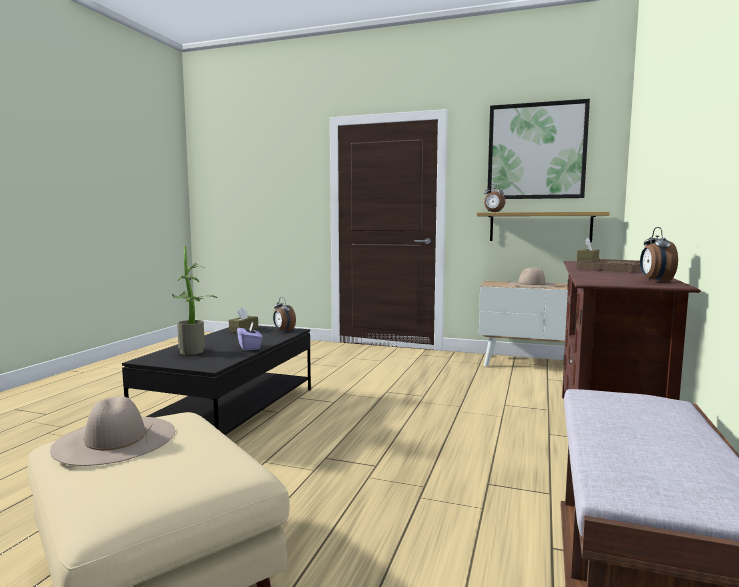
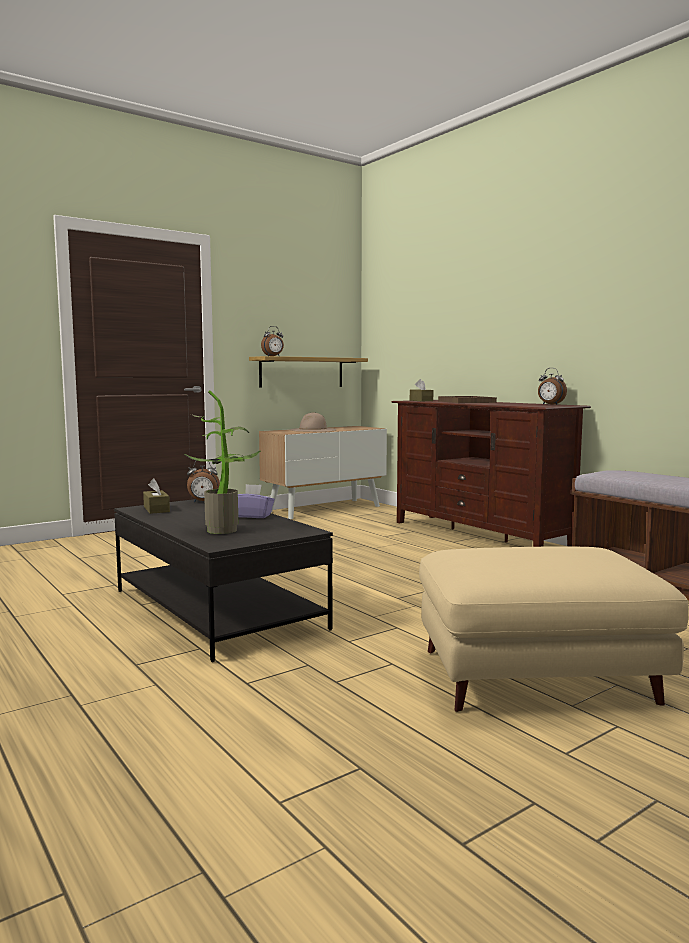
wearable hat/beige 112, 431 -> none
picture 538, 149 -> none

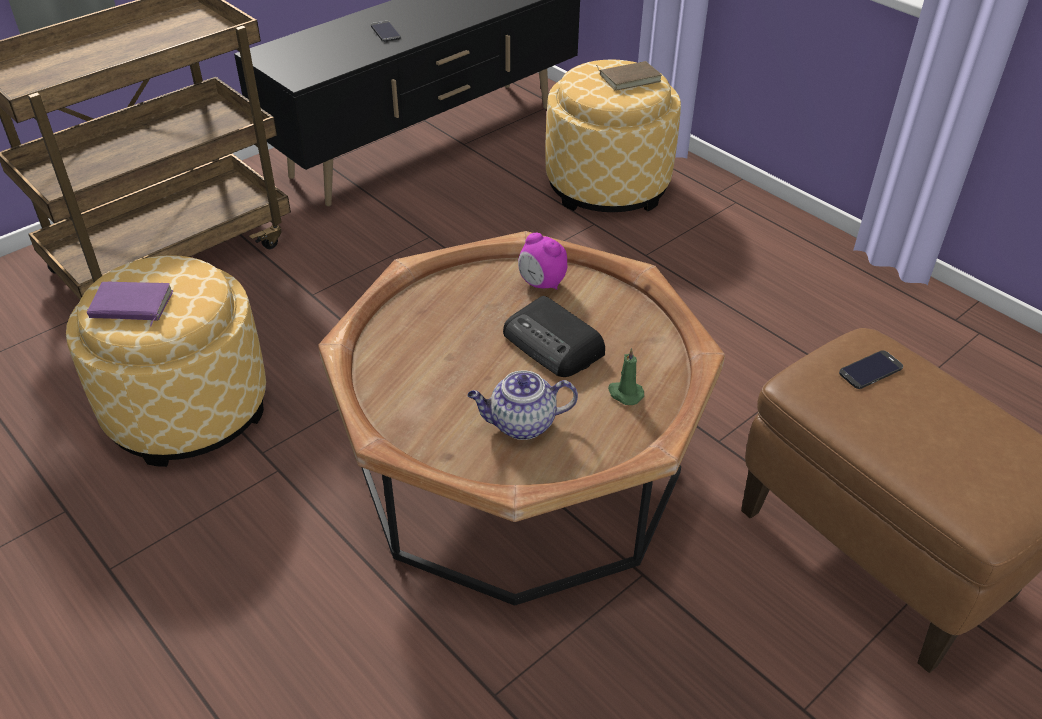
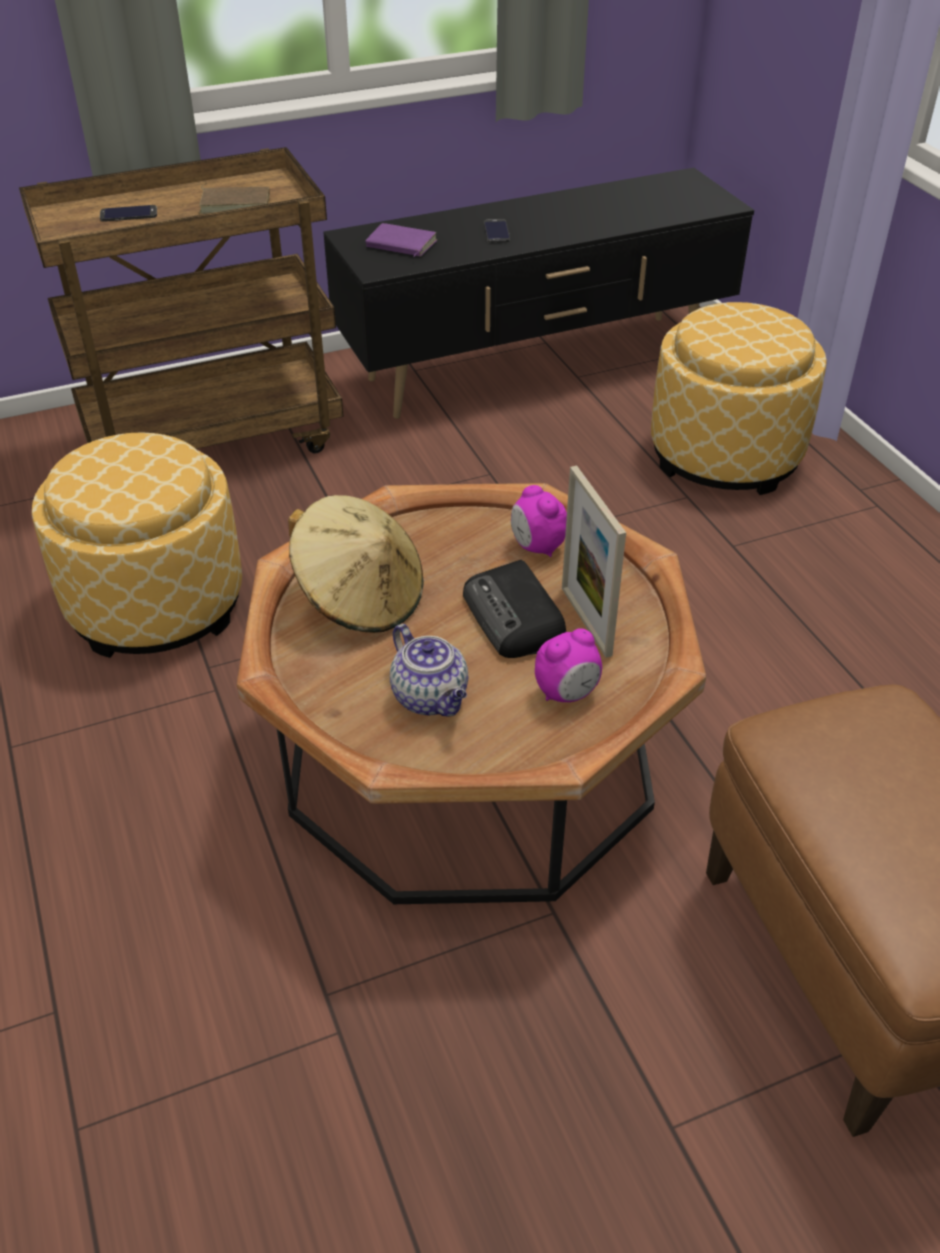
none -> wearable hat/beige 355, 564
none -> photo frame 594, 562
volume/purplish 130, 304 -> volume/purplish 401, 240, relocated
volume/brown-coloured 628, 76 -> volume/brown-coloured 234, 198, relocated
handset 871, 369 -> handset 128, 213, relocated
candle/green 626, 376 -> alarm clock 568, 665
pot for tea 522, 405 -> pot for tea 429, 670, 135 degrees counterclockwise

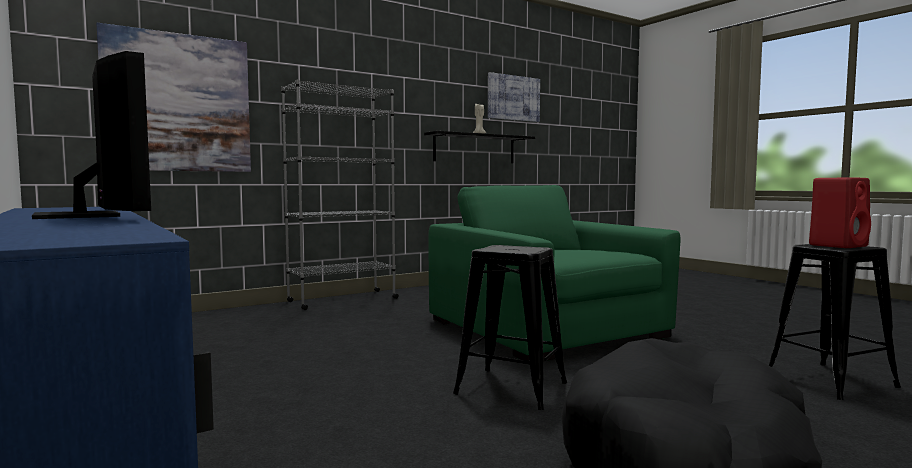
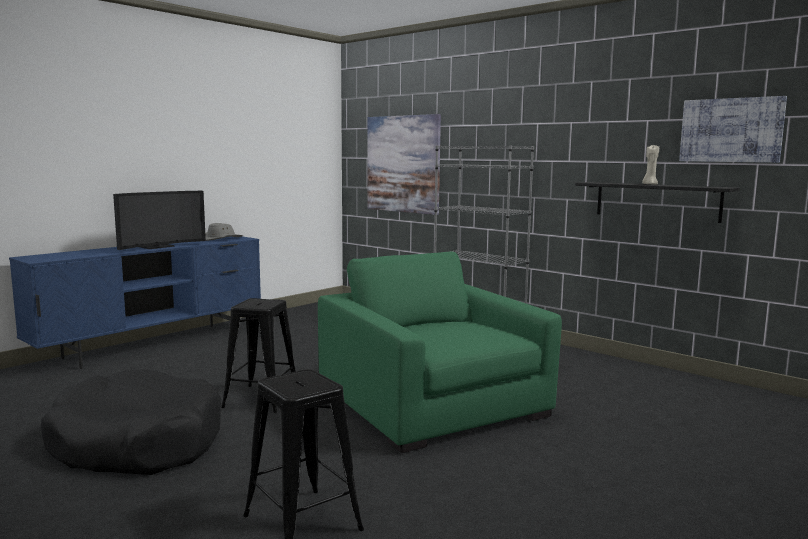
speaker/red 840, 213 -> none
none -> wearable hat/grey 224, 232
armchair/green 555, 273 -> armchair/green 440, 352, 75 degrees counterclockwise

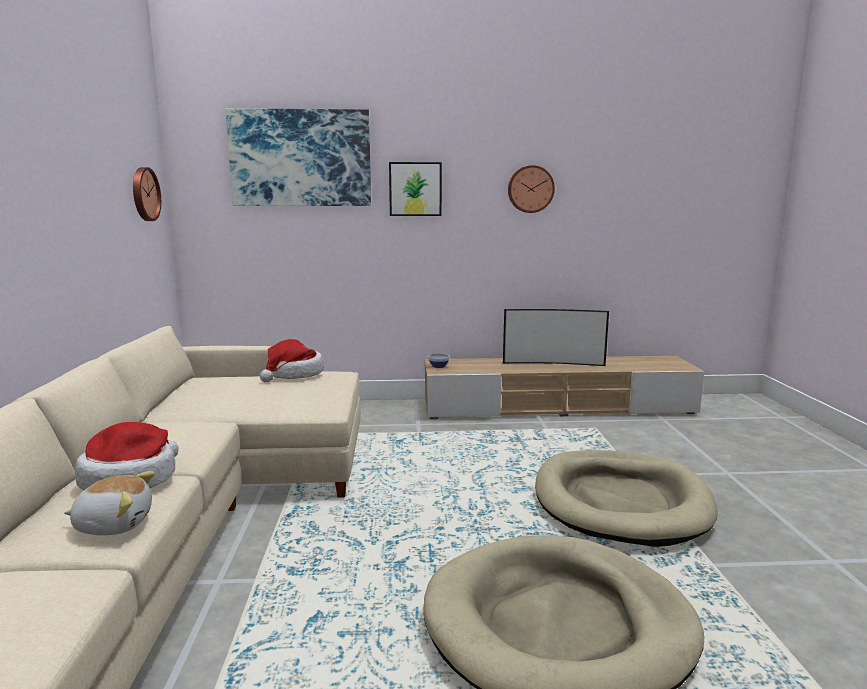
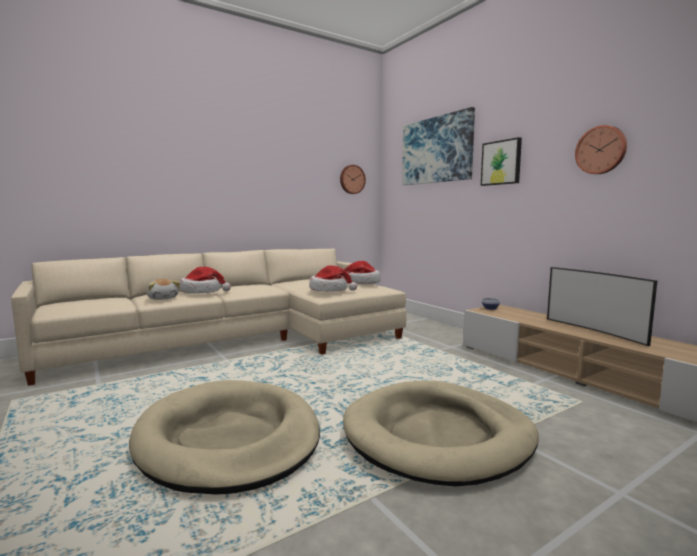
none -> wearable hat 333, 279

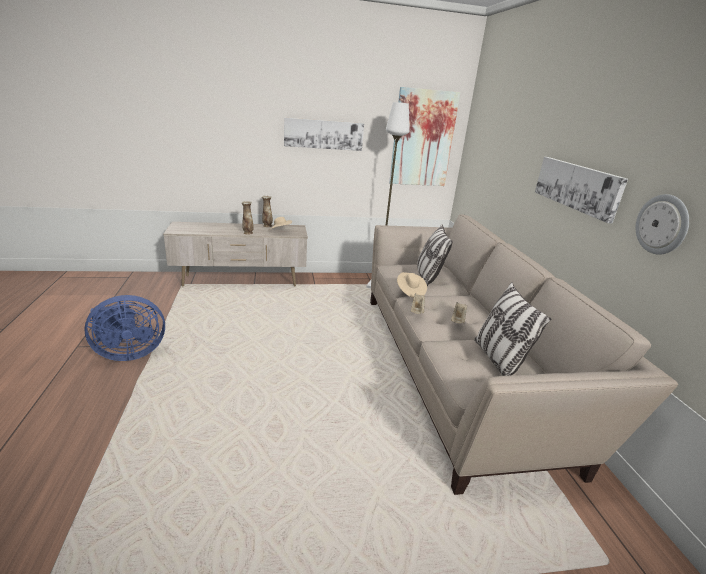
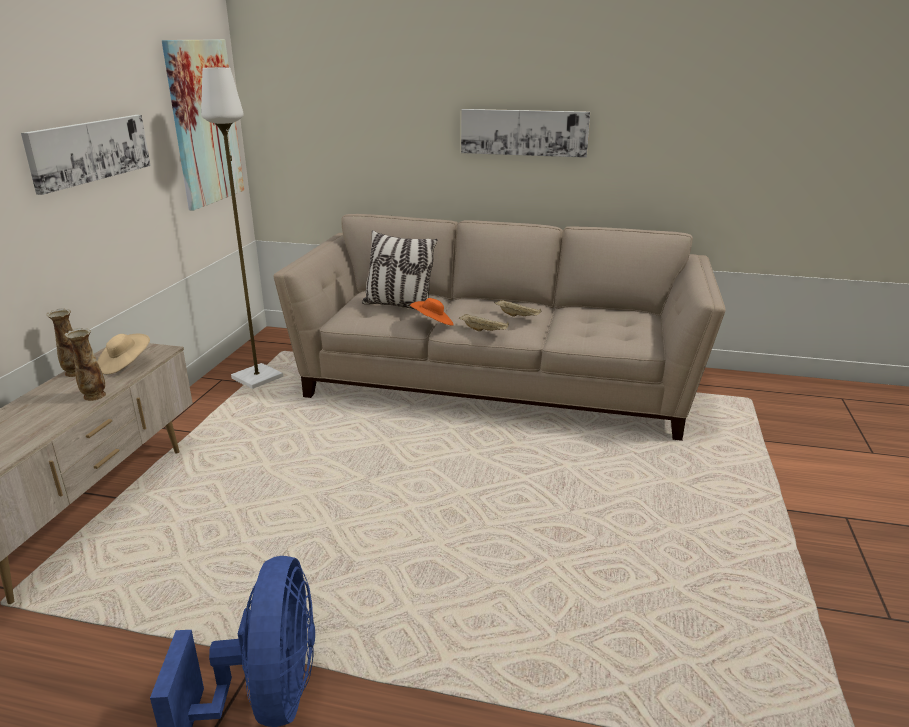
cushion 512, 329 -> none
hanging clock 662, 224 -> none
wearable hat/beige 412, 285 -> wearable hat/orange-coloured 432, 312

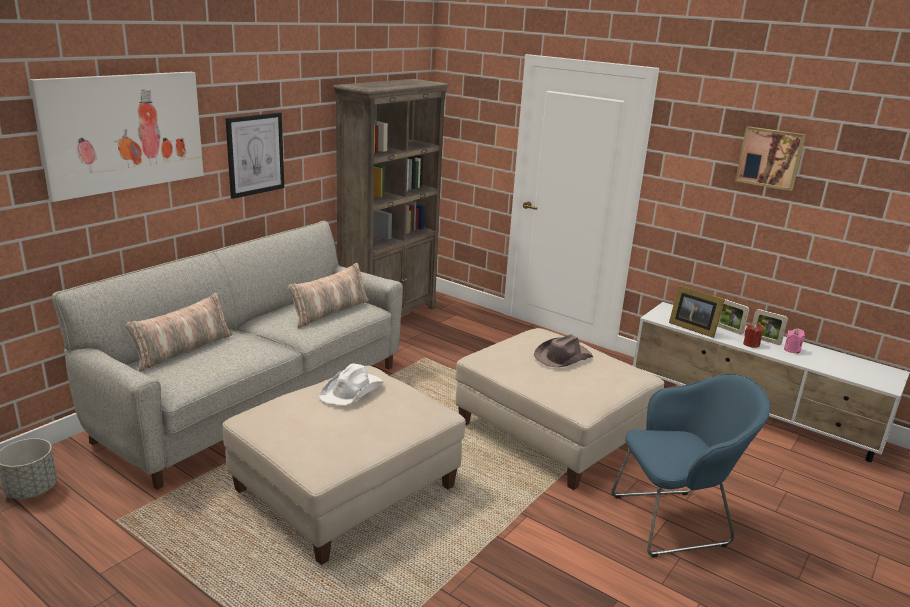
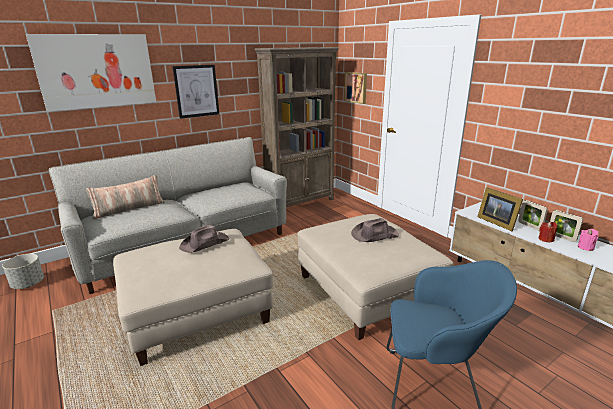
cushion 328, 295 -> none
picture 770, 158 -> picture 355, 88, relocated
wearable hat/whitish 351, 384 -> wearable hat/brown-coloured 204, 239

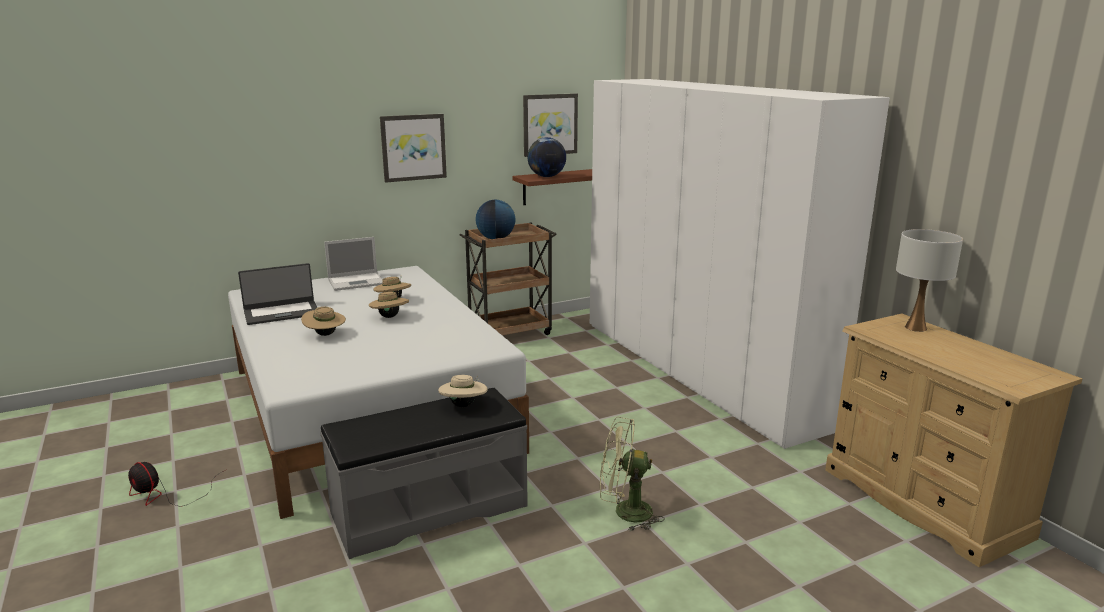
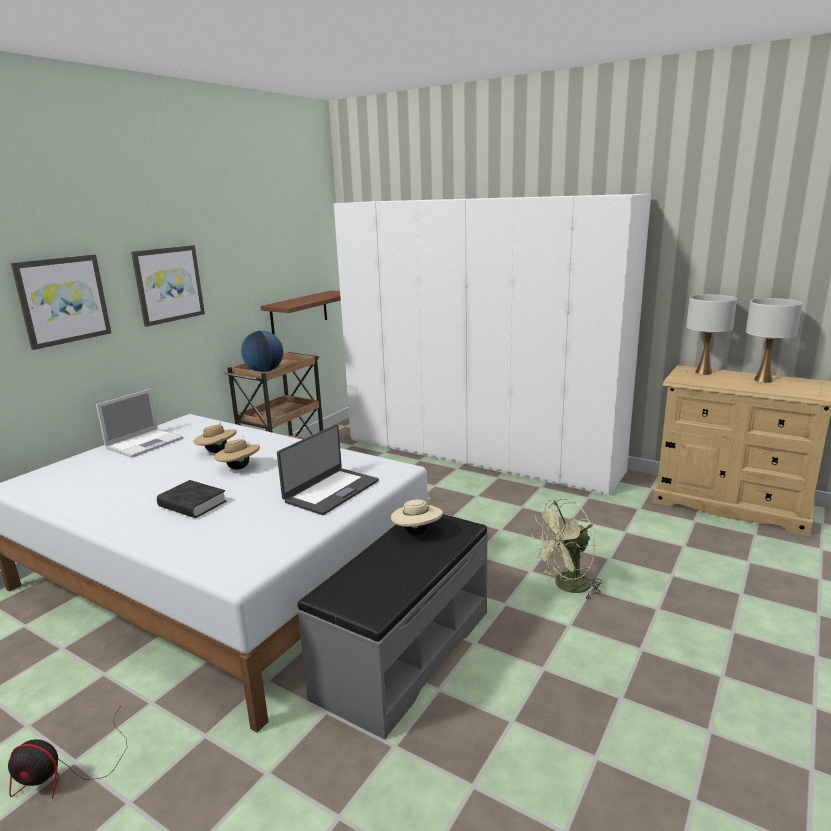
globe 546, 157 -> none
none -> tabletop lamp/whitish 774, 340
notebook computer 278, 294 -> notebook computer 328, 469, relocated
picture 550, 125 -> picture 61, 302, relocated
wearable hat/beige 323, 321 -> volume/black 192, 499

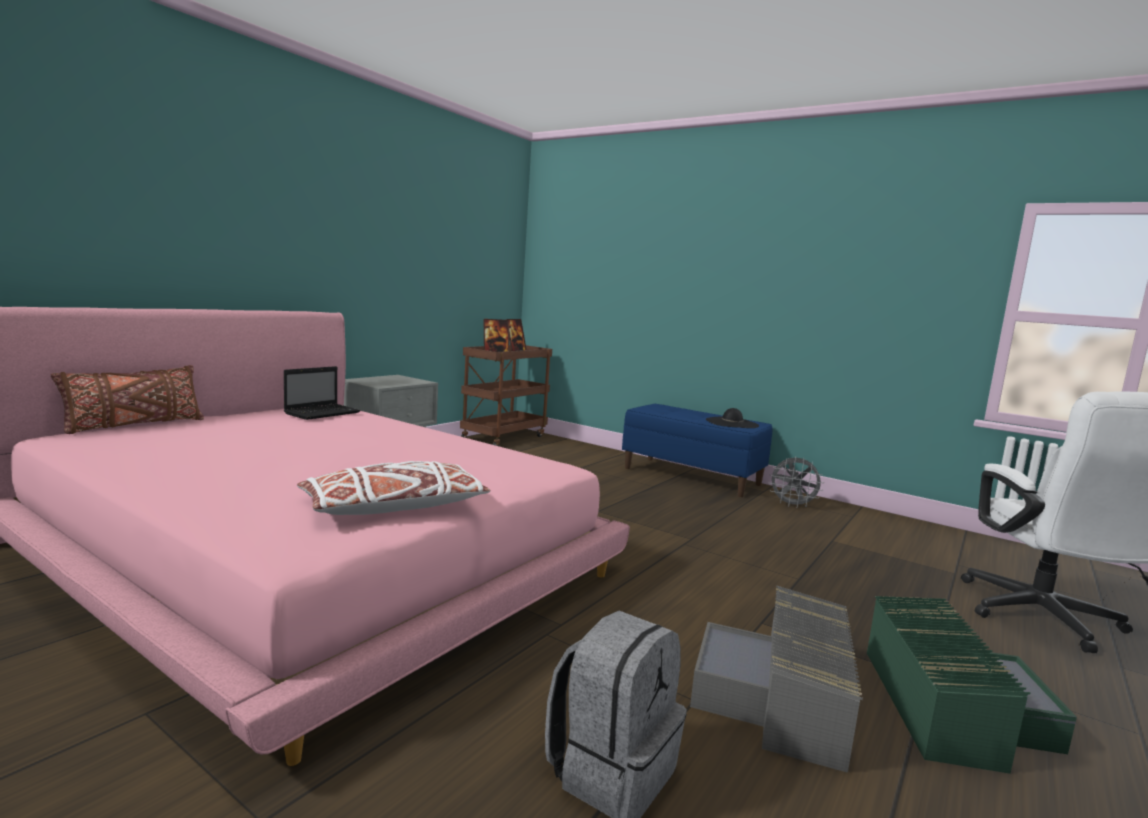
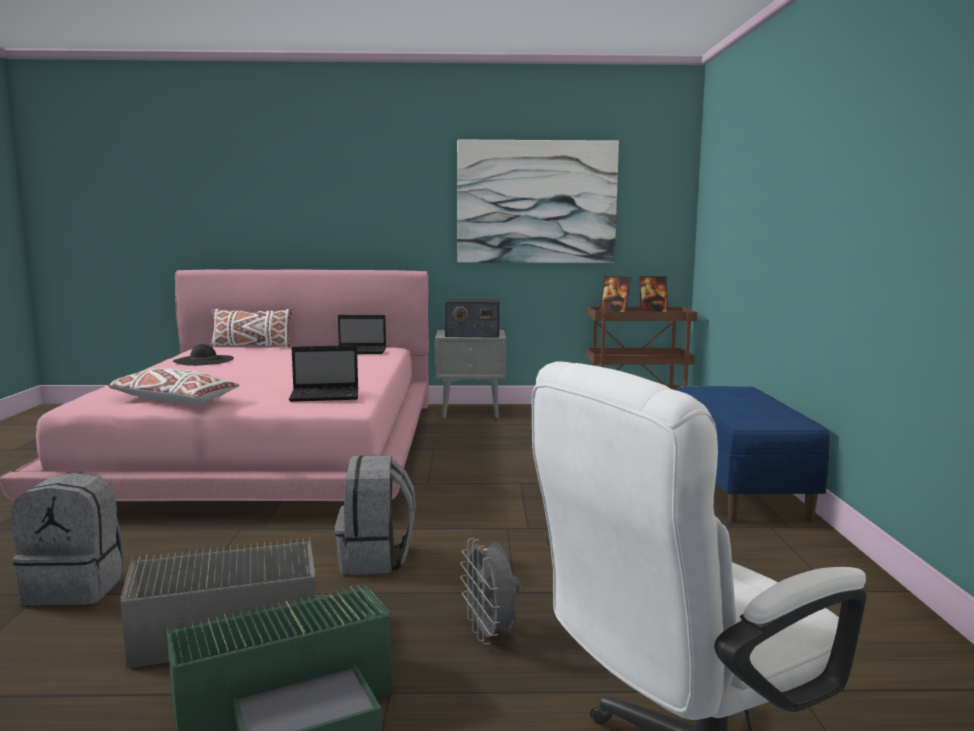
none -> notebook computer 323, 373
none -> rucksack/grey 375, 515
none -> radio 472, 318
none -> picture 538, 201
wearable hat/black 732, 418 -> wearable hat/black 203, 355, relocated
electric fan/grey 795, 482 -> electric fan/grey 490, 591, relocated
cushion/brown-coloured 127, 399 -> cushion/whitish 252, 328

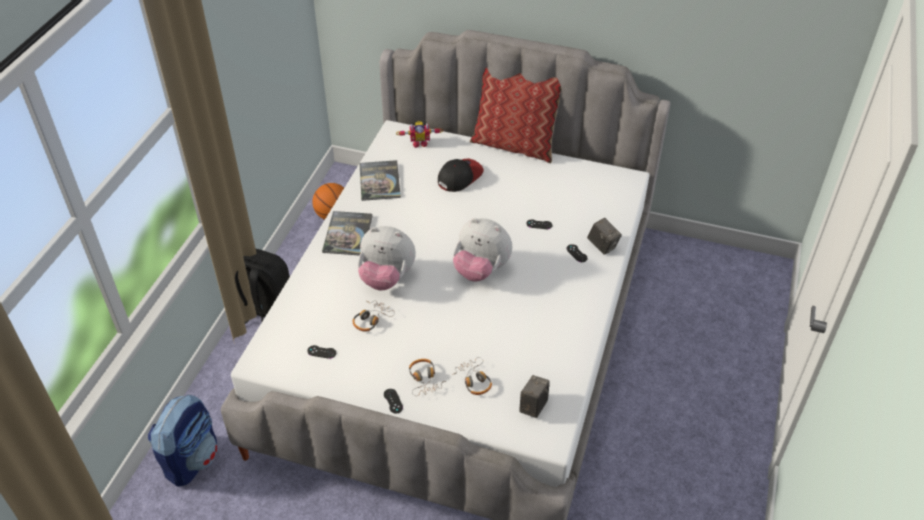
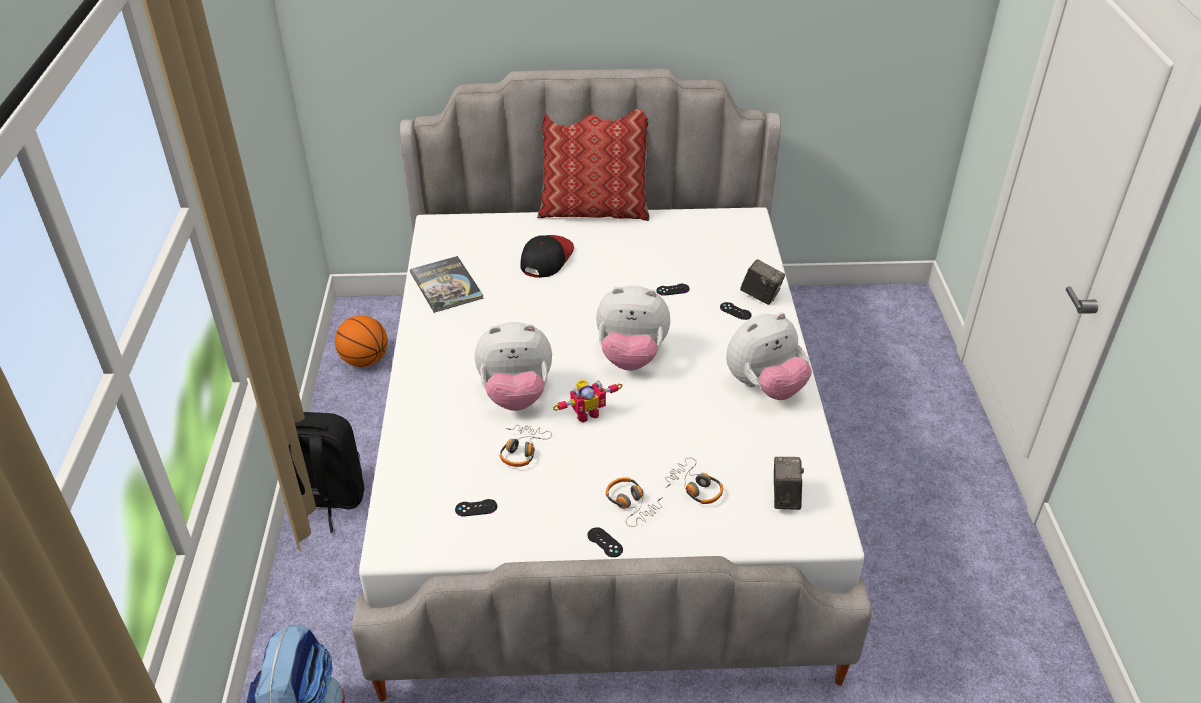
volume 347, 233 -> none
none -> soft toy 769, 356
toy robot 419, 134 -> toy robot 587, 401, relocated

